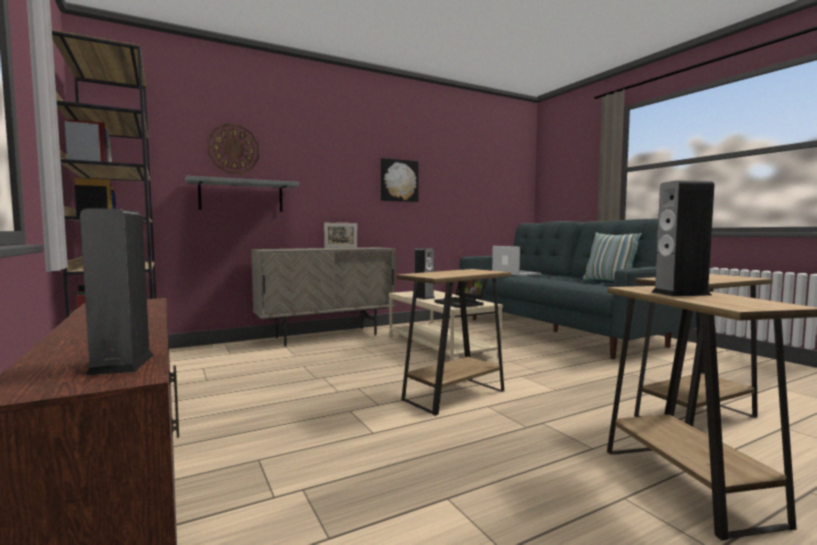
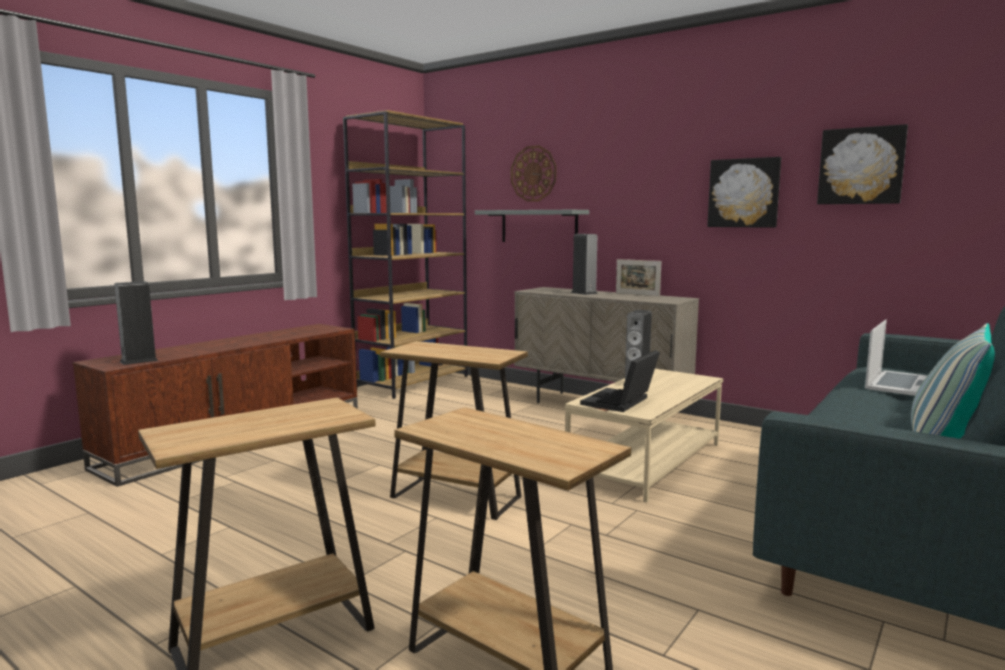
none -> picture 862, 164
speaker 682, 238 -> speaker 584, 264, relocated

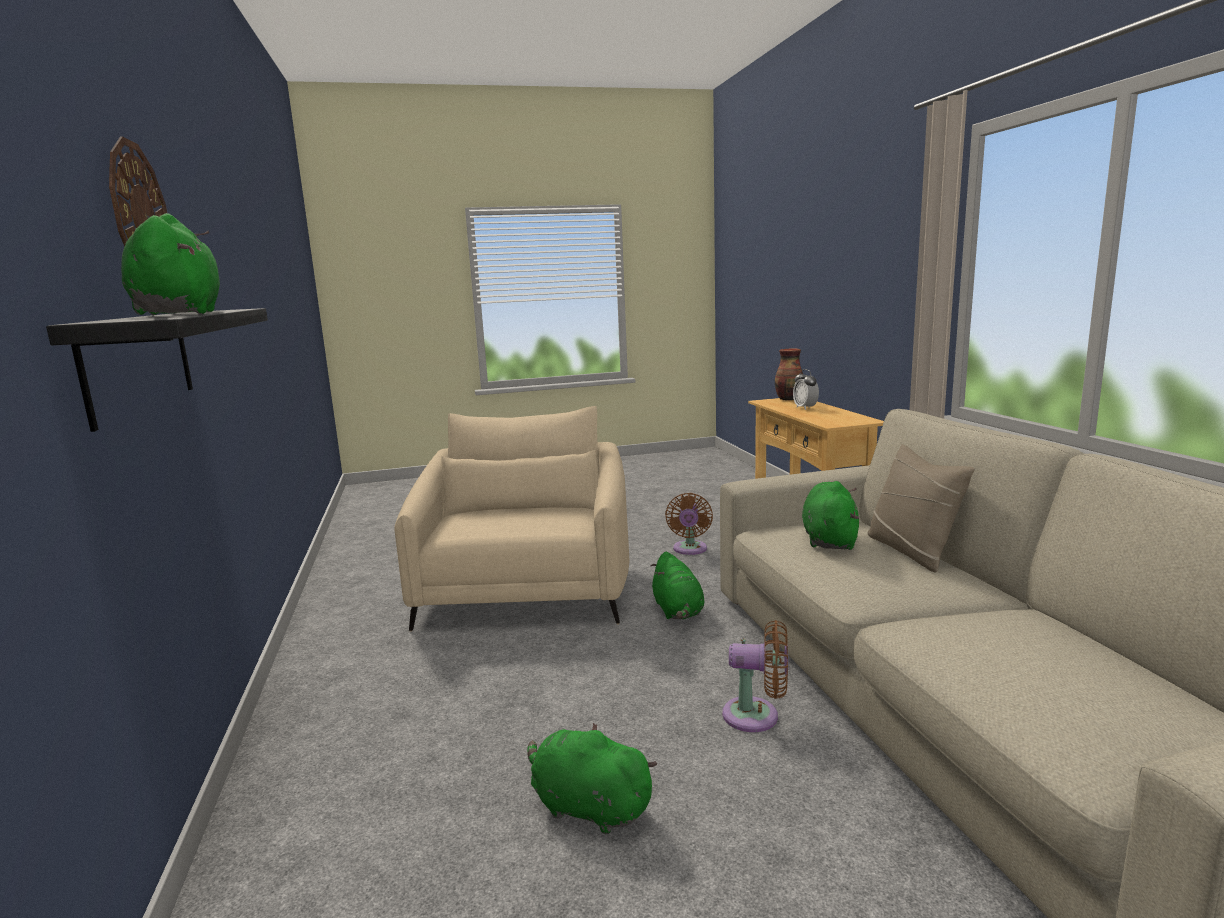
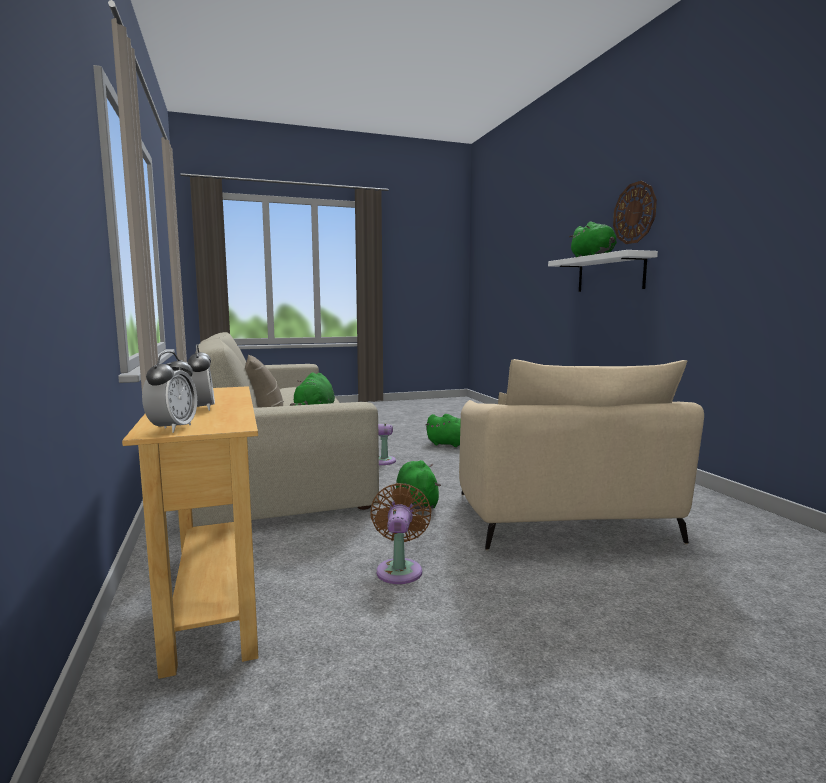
vase 789, 374 -> alarm clock 169, 392
bracket shelf/black 157, 370 -> bracket shelf/whitish 603, 271

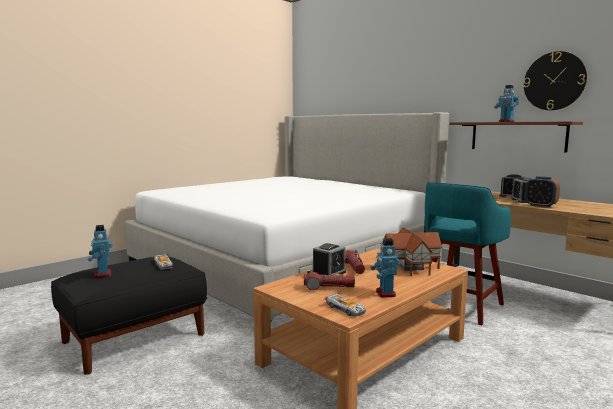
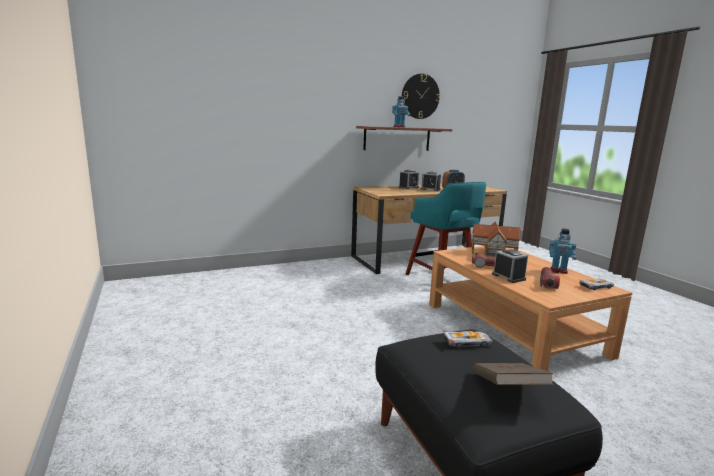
sleeping bed 287, 216 -> none
toy robot 100, 251 -> volume/brown-coloured 514, 374

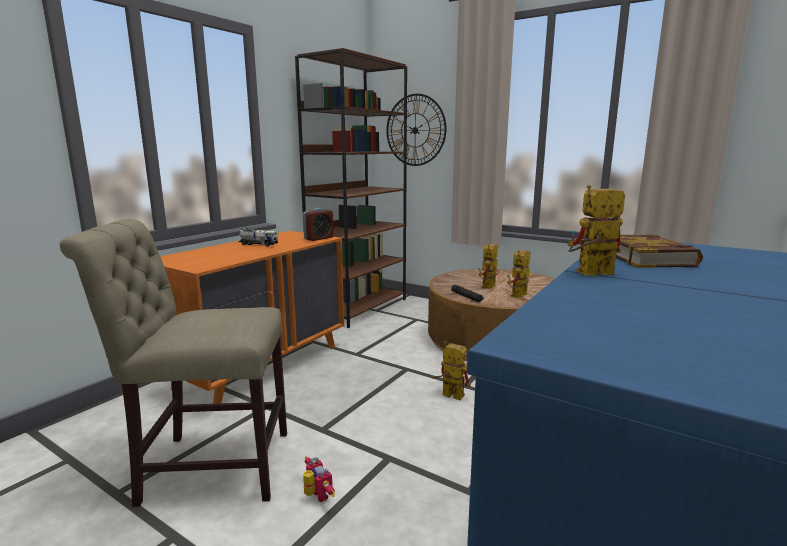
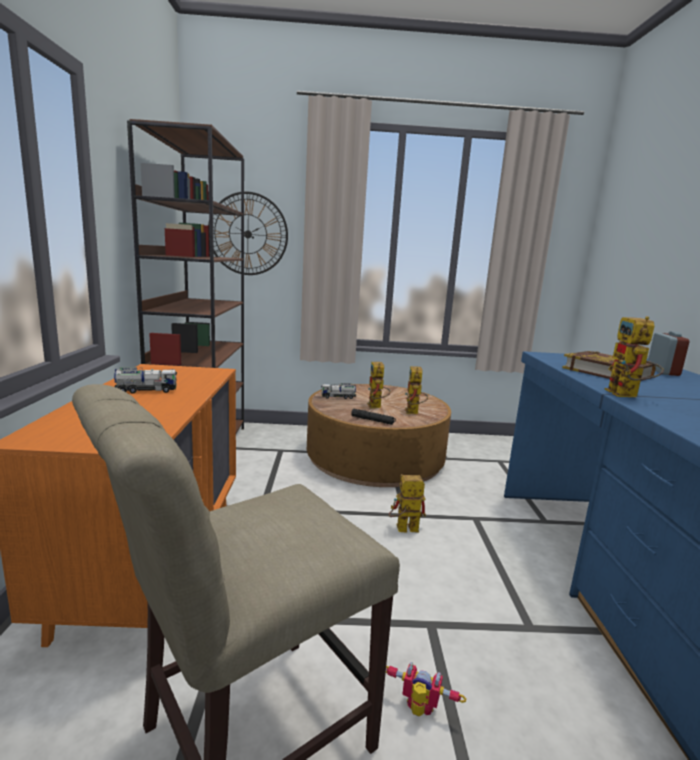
none -> model truck 338, 391
alarm clock 318, 224 -> alarm clock 668, 353, relocated
toy robot 596, 230 -> toy robot 634, 356, 45 degrees counterclockwise

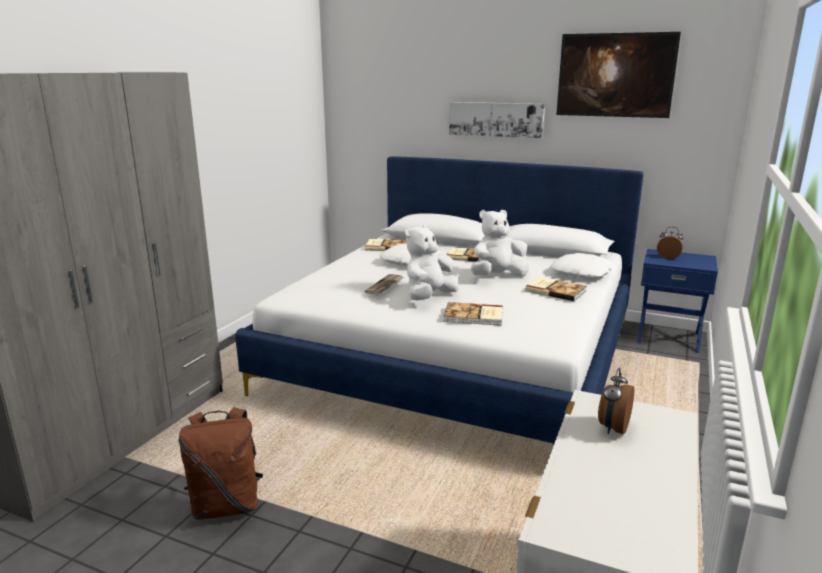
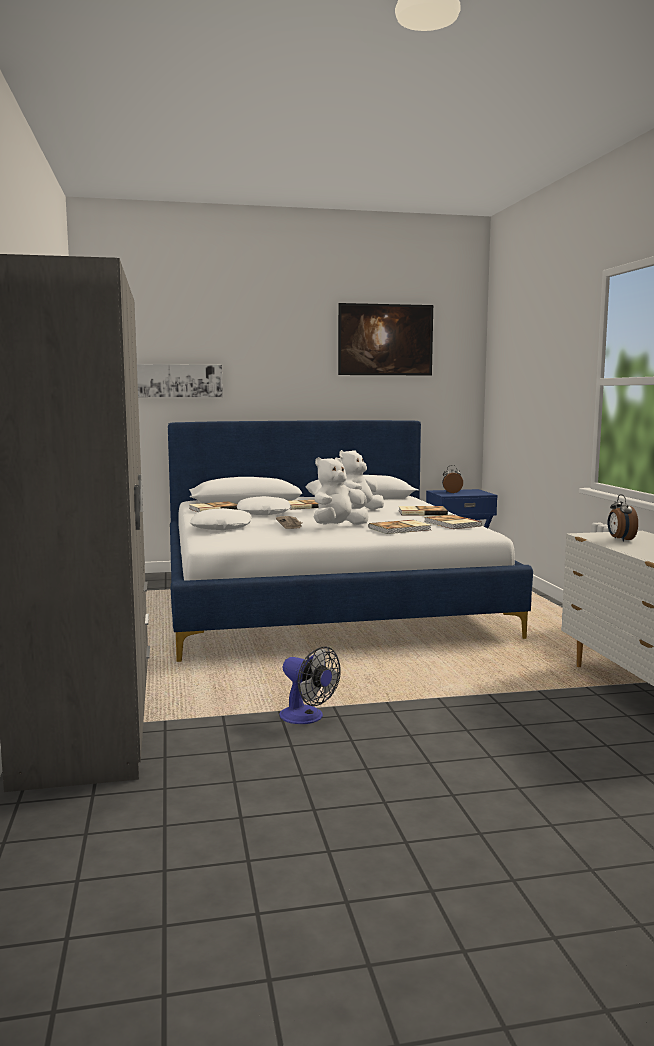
none -> volume 453, 521
picture 497, 120 -> picture 180, 380, relocated
cushion/whitish 582, 266 -> cushion/whitish 221, 519, relocated
rucksack/brown-coloured 221, 463 -> electric fan 310, 685
soft toy/whitish 432, 262 -> soft toy/whitish 341, 491, 45 degrees clockwise

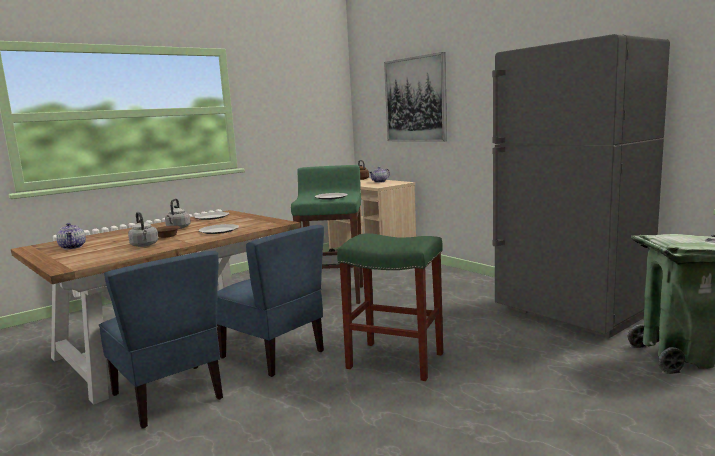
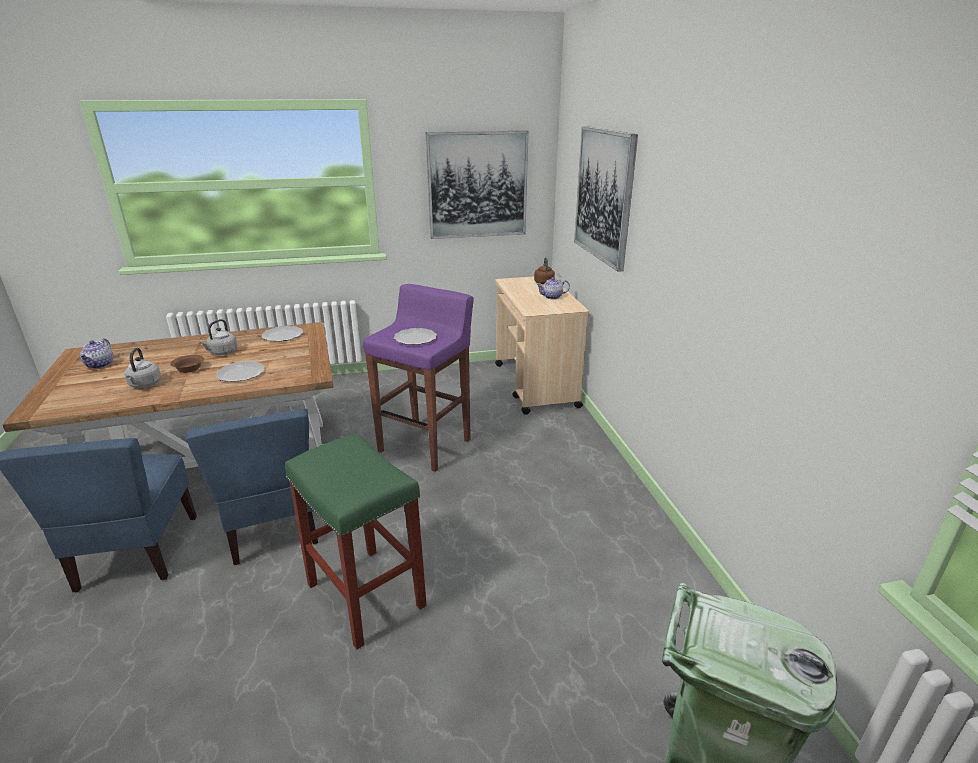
kitchen fridge/grey 581, 186 -> none
none -> picture 476, 185
sitting stool/green 327, 234 -> sitting stool/purplish 418, 378

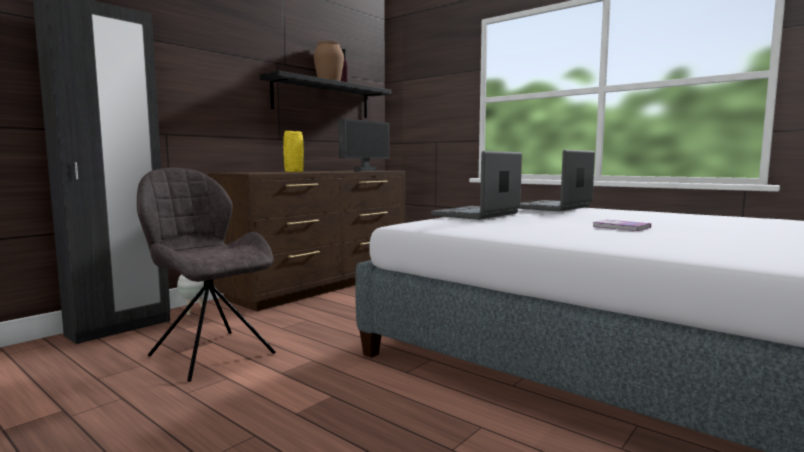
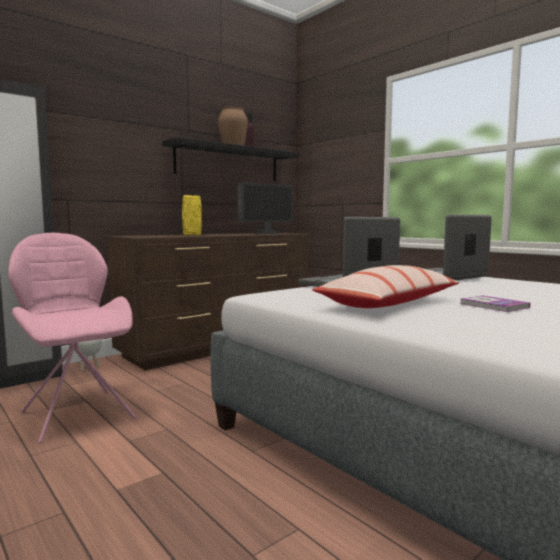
none -> cushion 385, 286
plain chair/grey 206, 274 -> plain chair/pinkish 72, 338

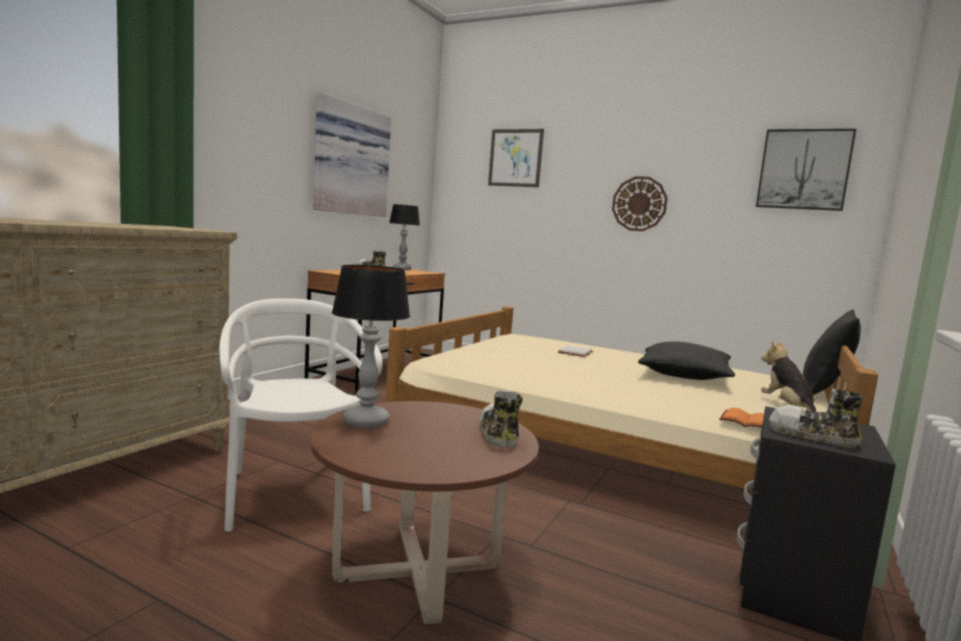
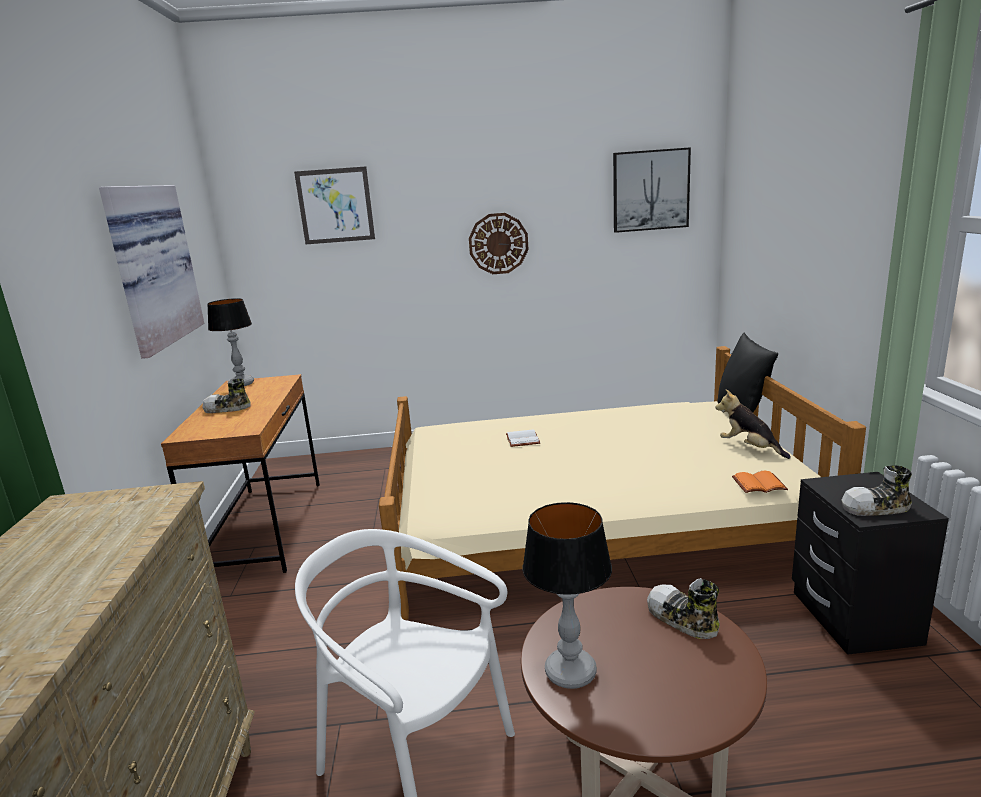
cushion/black 686, 361 -> none

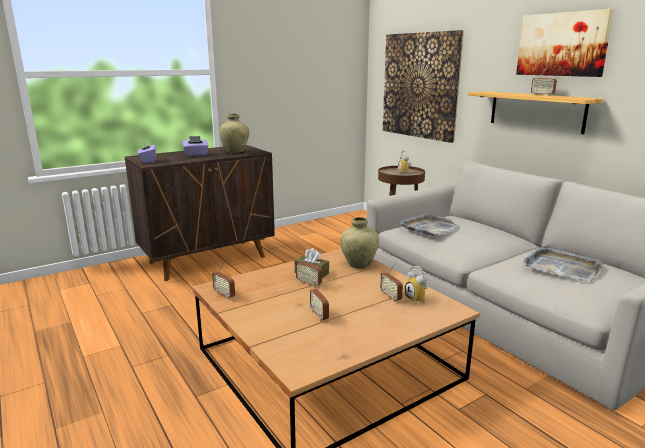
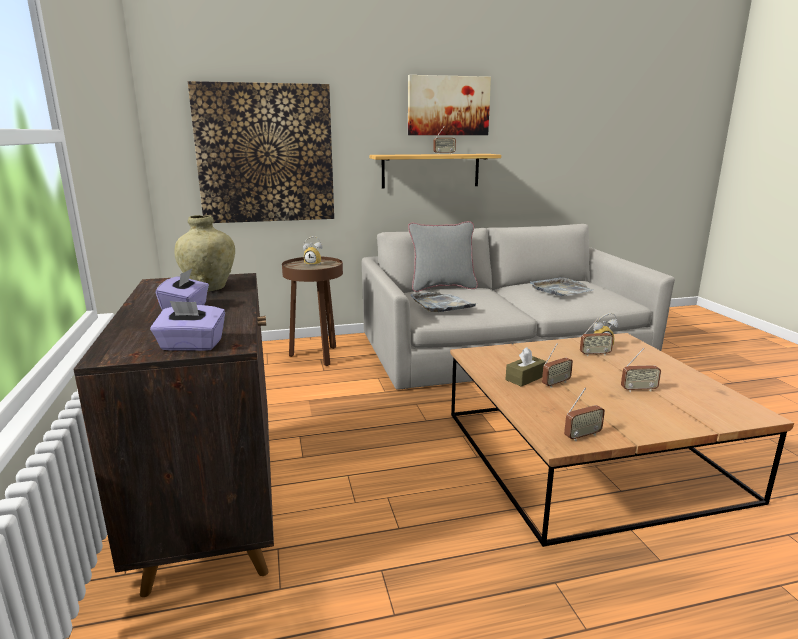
vase/beige 359, 243 -> none
none -> cushion/grey 443, 256

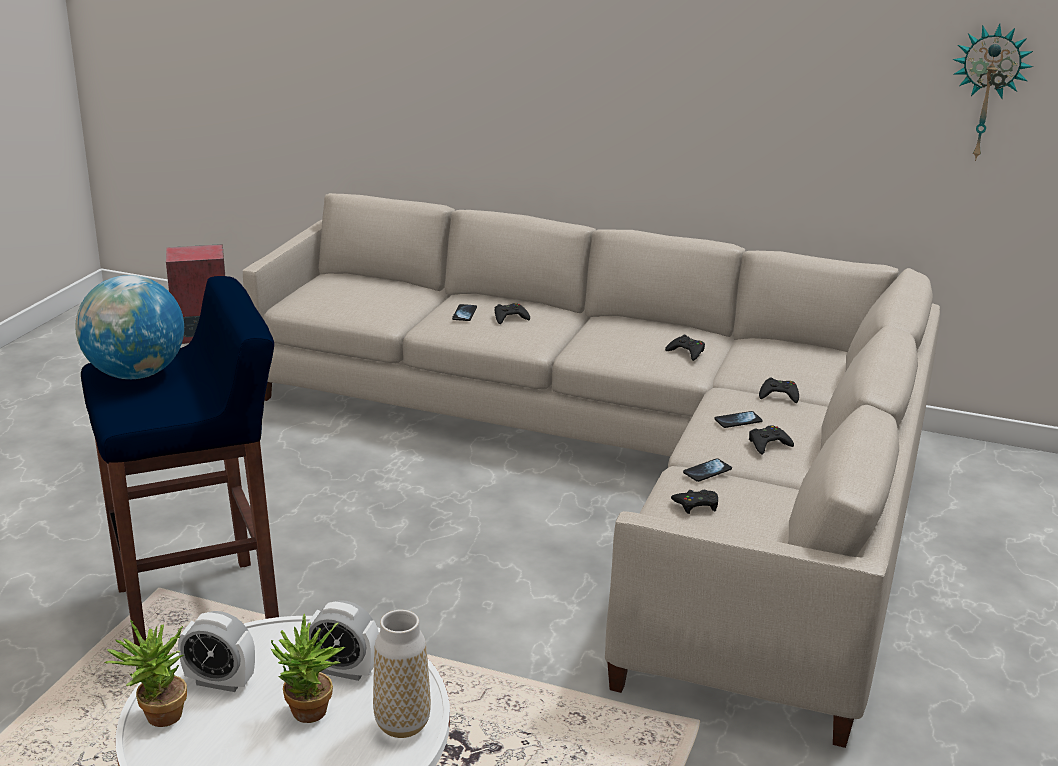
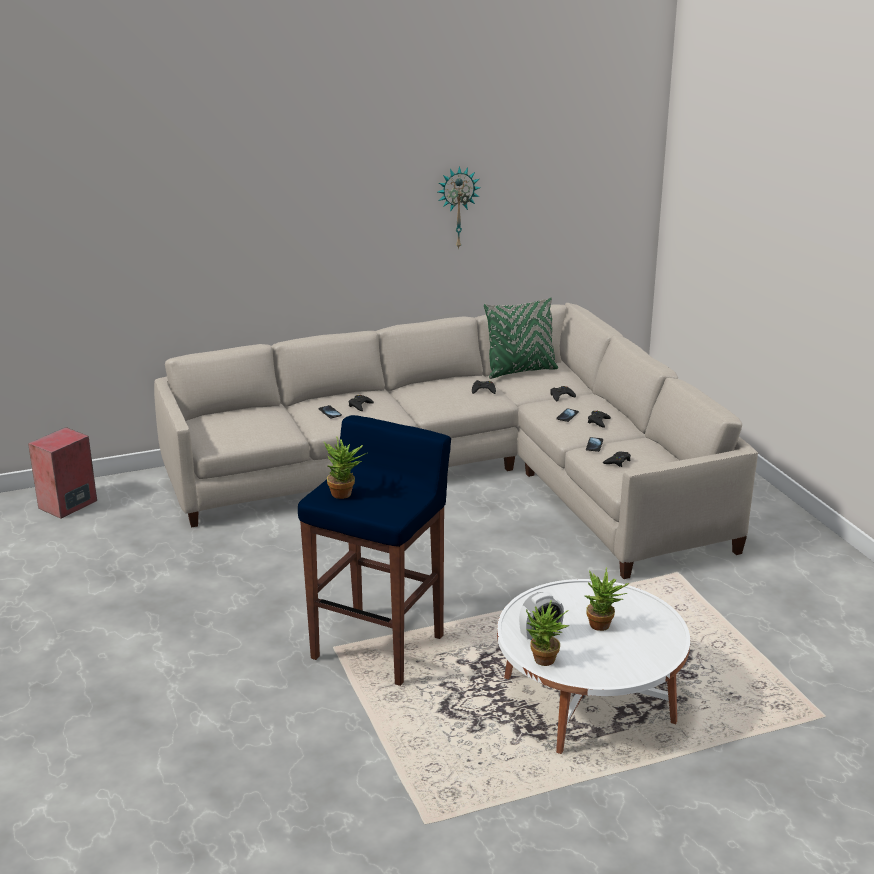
alarm clock 342, 640 -> none
vase 402, 674 -> none
none -> cushion/green 521, 338
hanging clock 993, 92 -> hanging clock 459, 208, relocated
globe 129, 327 -> plant in a pot 345, 467

